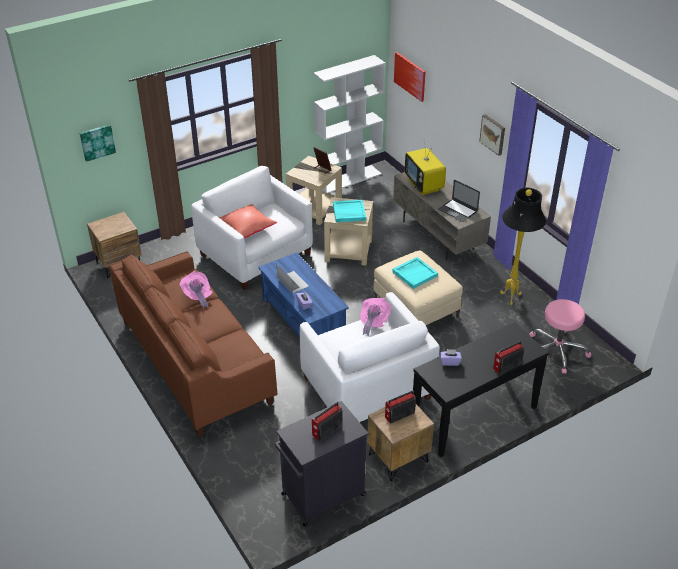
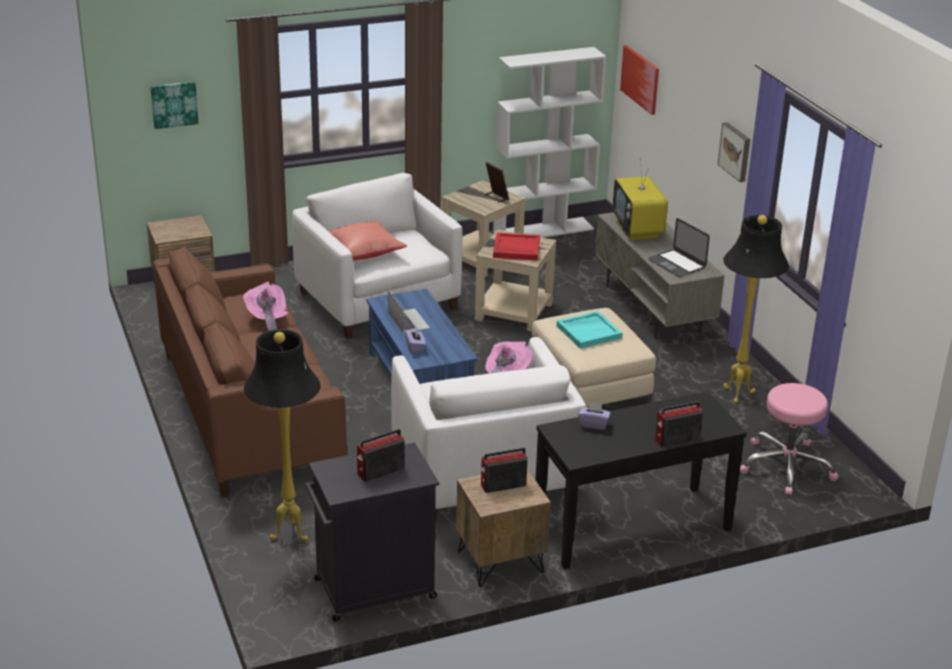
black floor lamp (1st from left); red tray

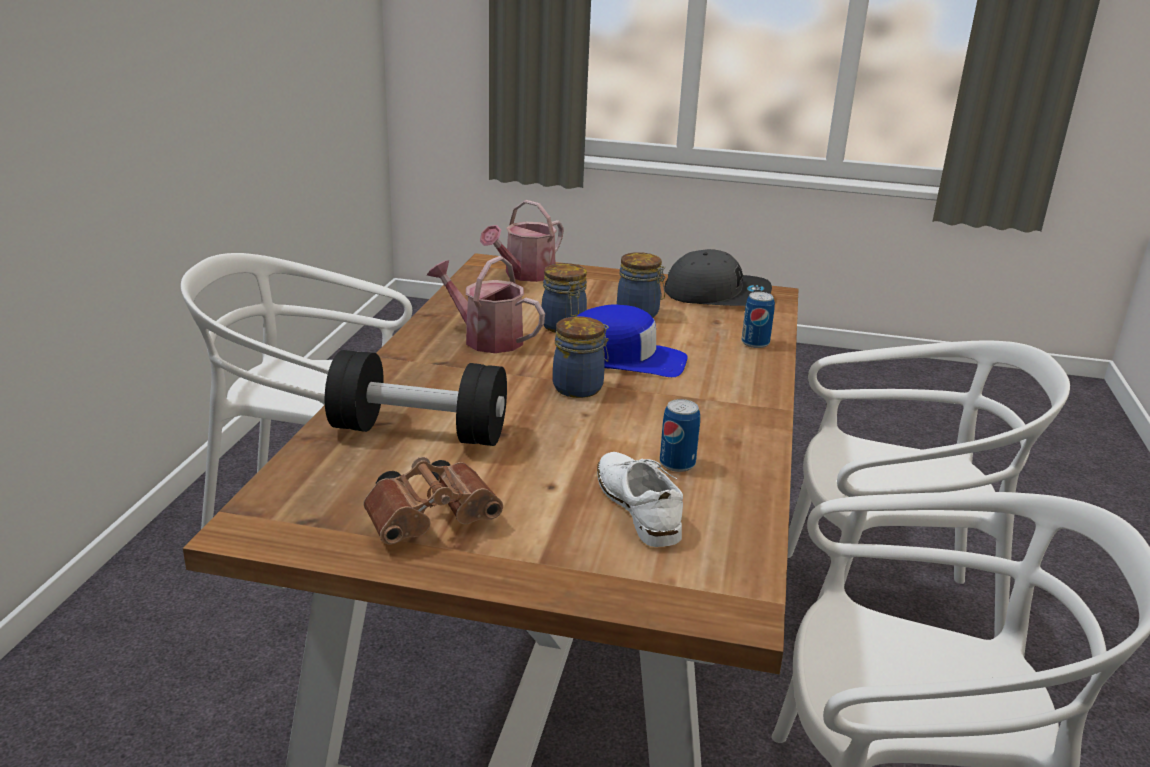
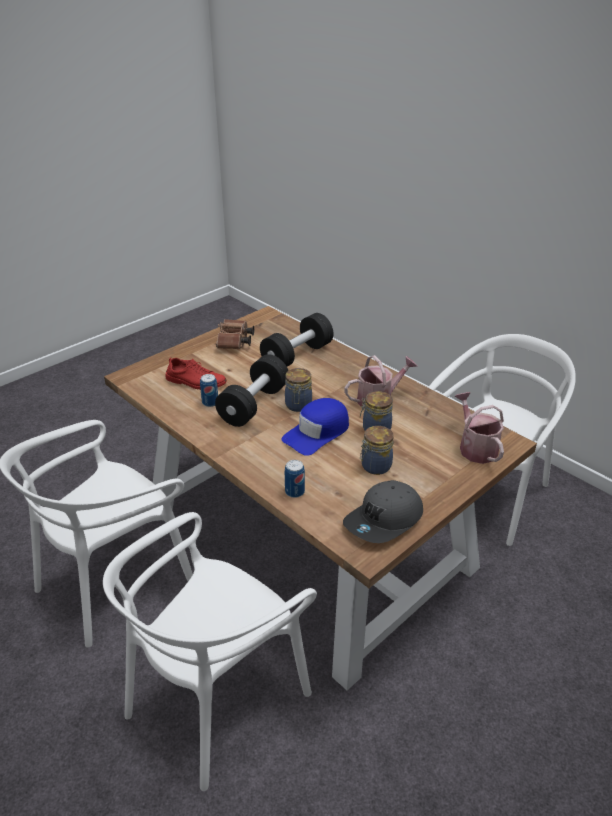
black dumbbell (1st from left); red shoe

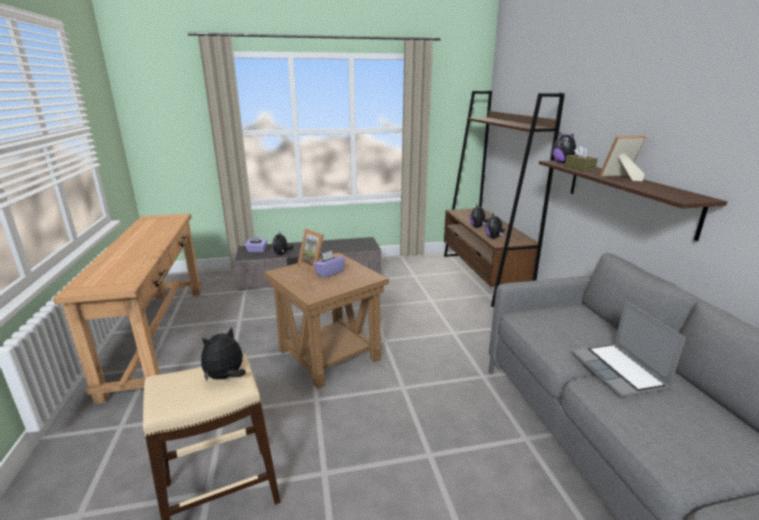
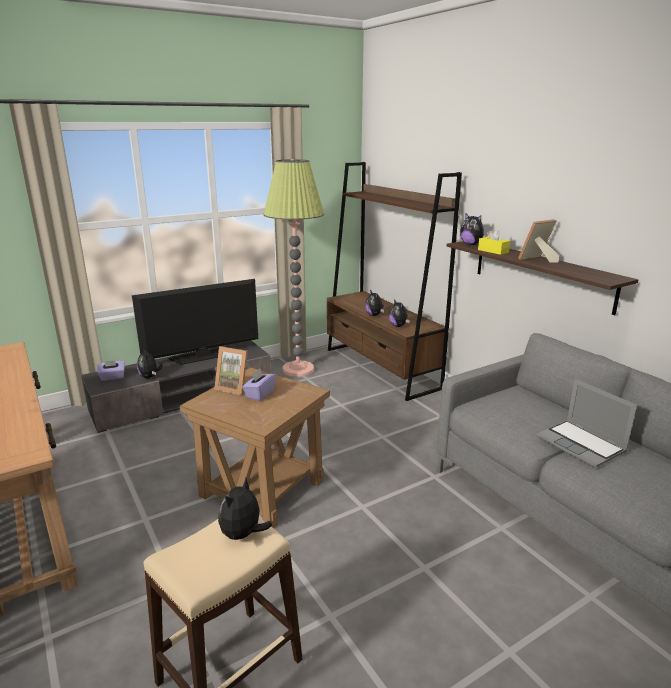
television; floor lamp; yellow tissue box

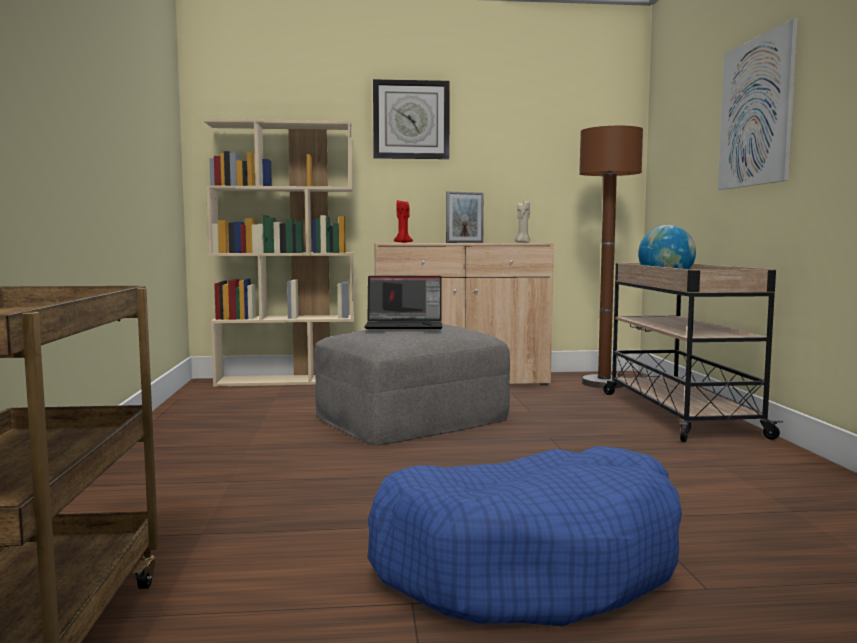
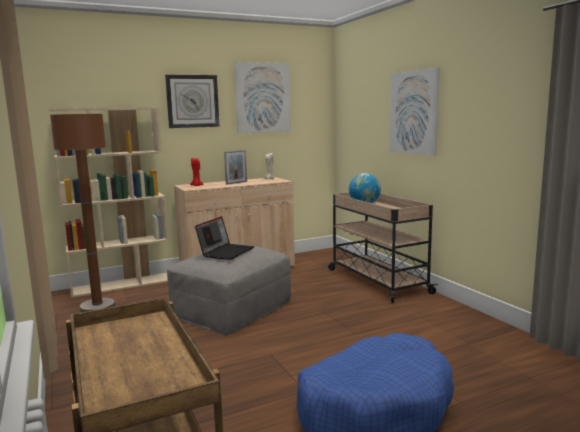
picture (1st from left); brown floor lamp; laptop

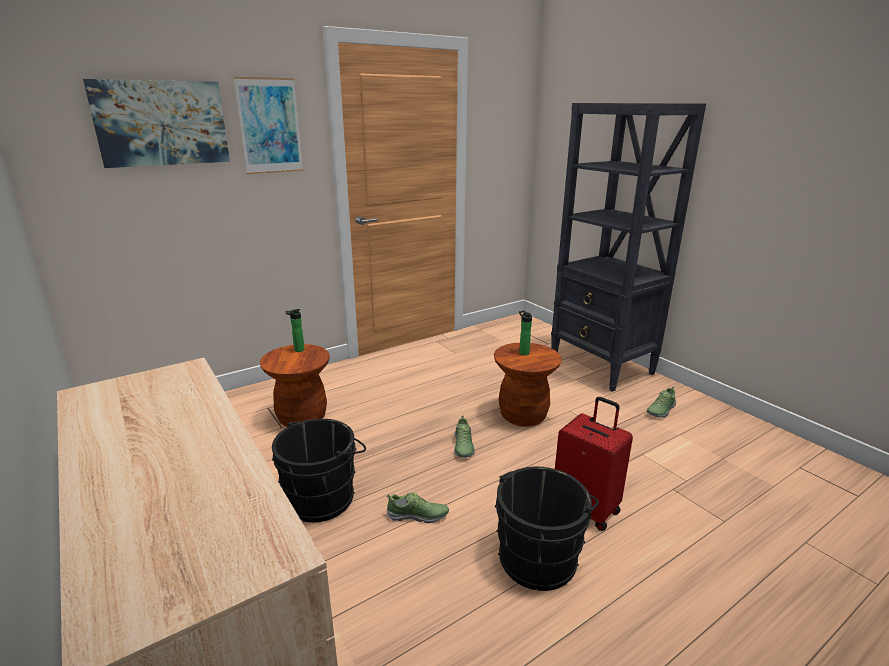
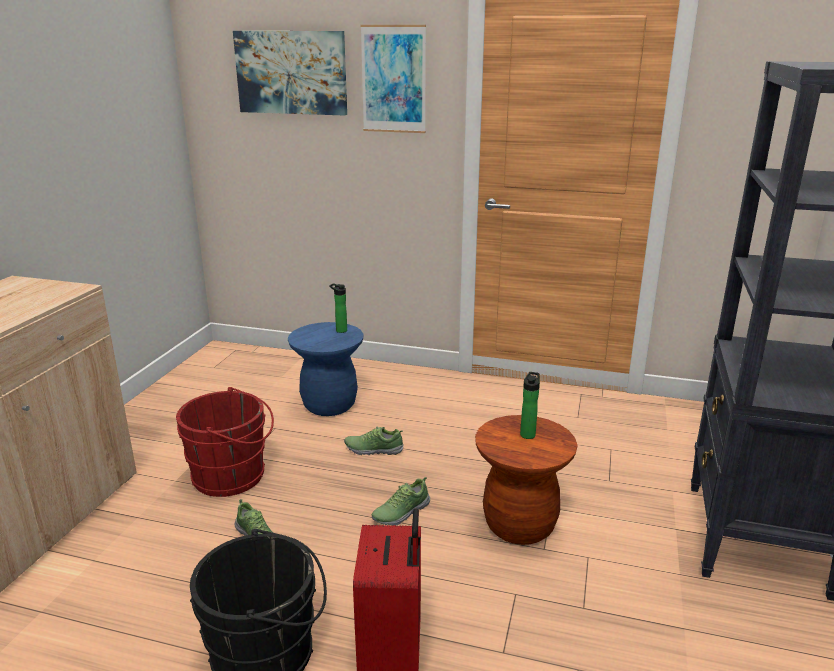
shoe (2nd from left); blue stool; red bucket

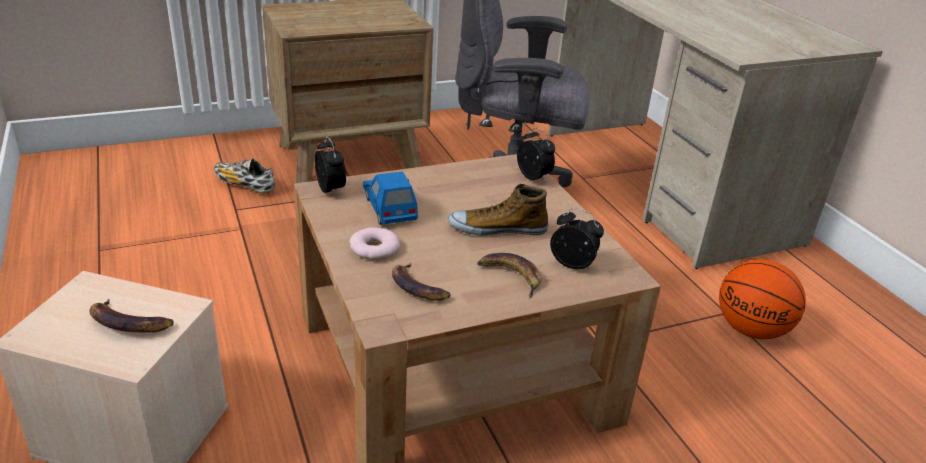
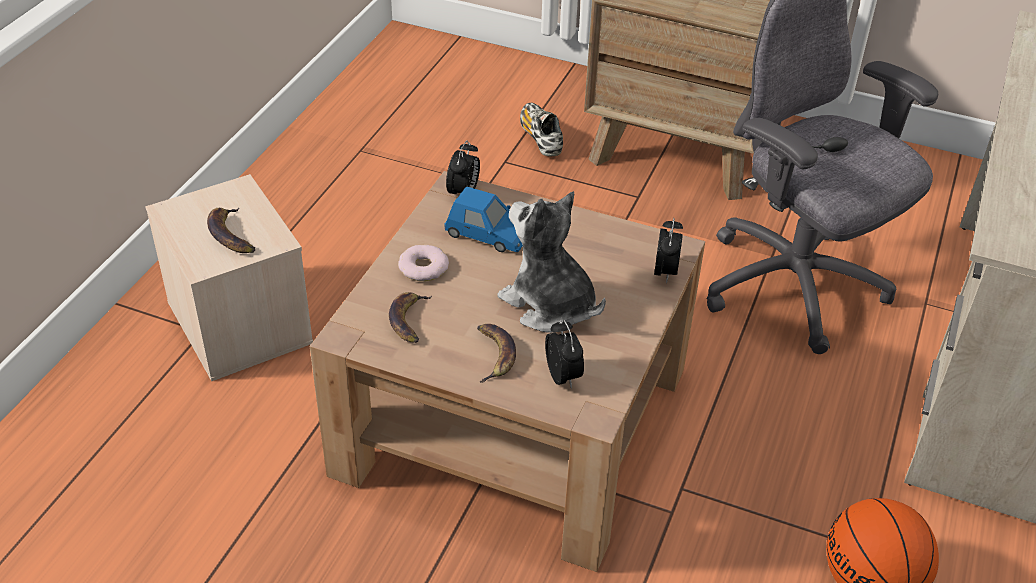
plush toy; blue toy car

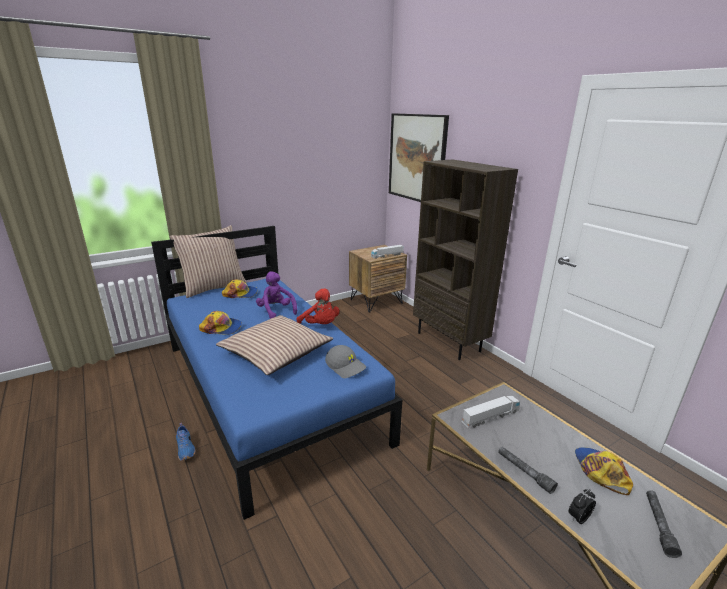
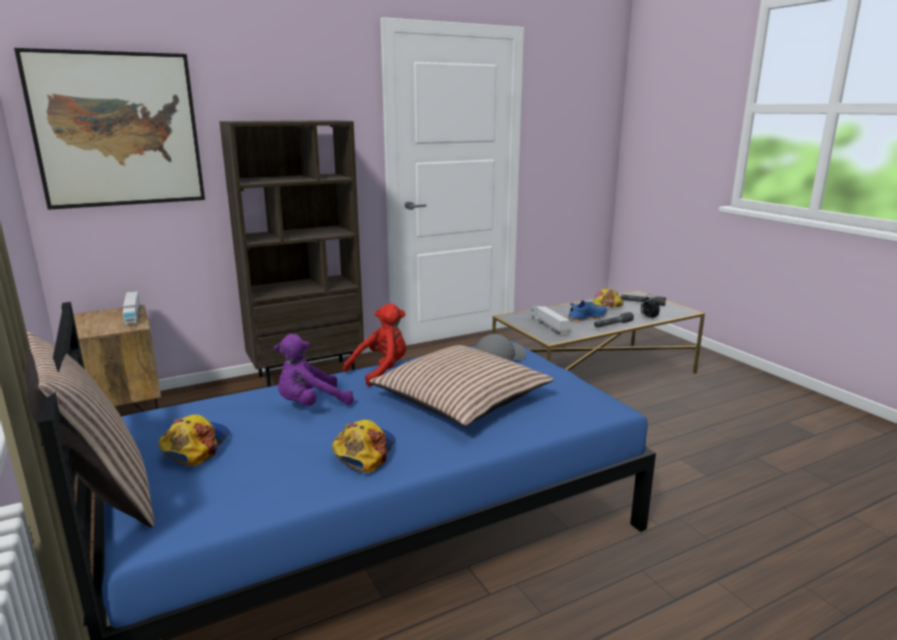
blue shoe

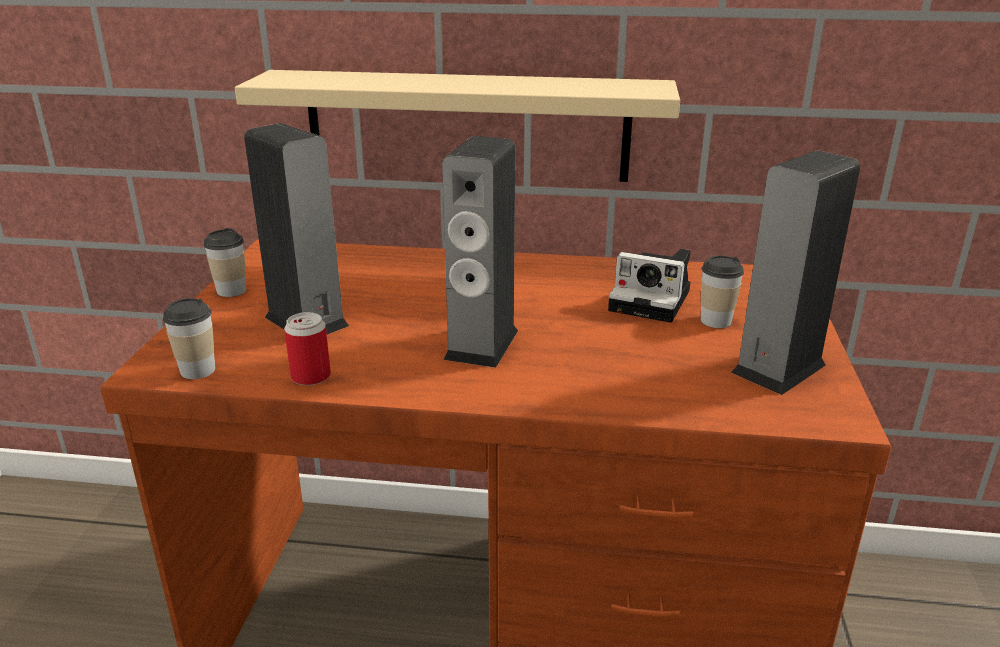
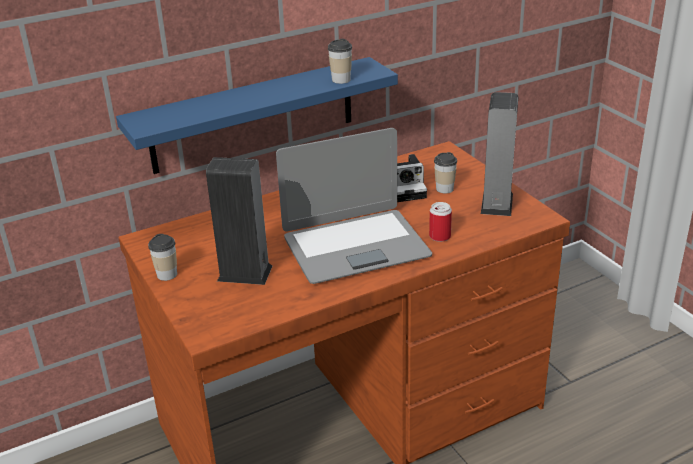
cup (2nd from left); can; laptop; blue shelf

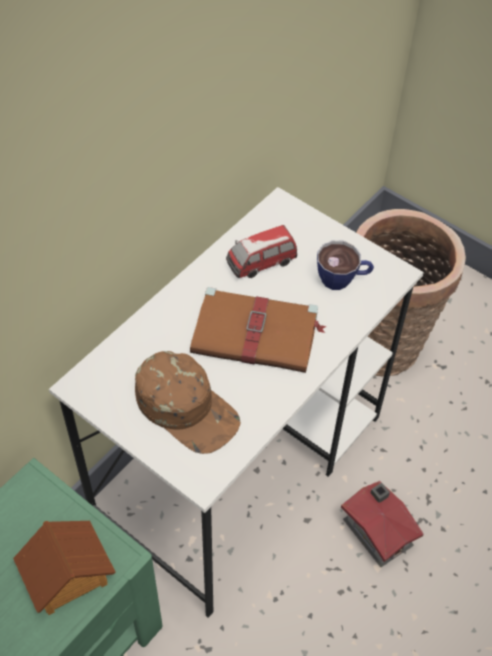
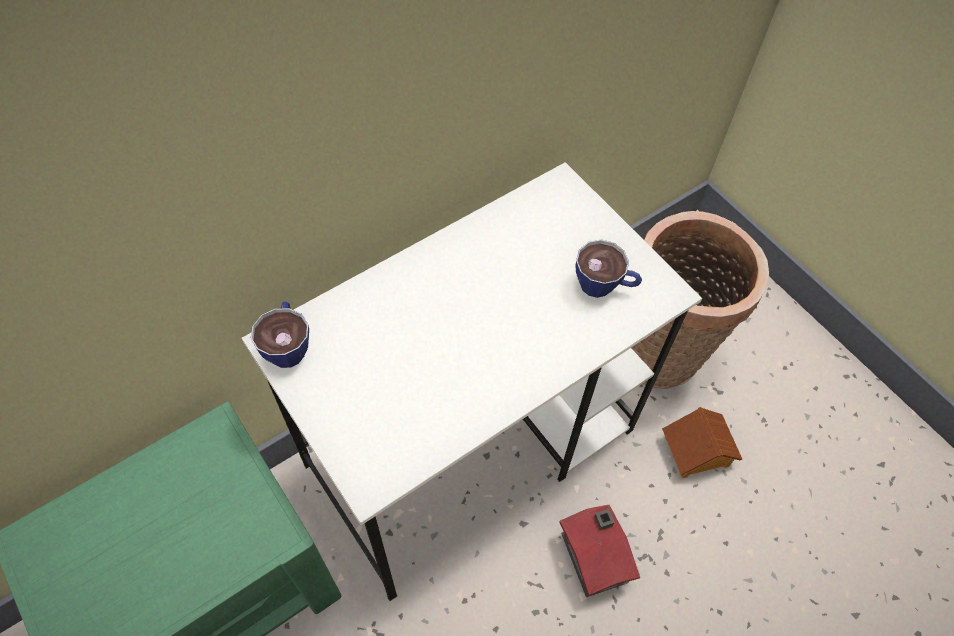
brown cap; brown book; toy car; cup (1st from left); toy house (2nd from left)

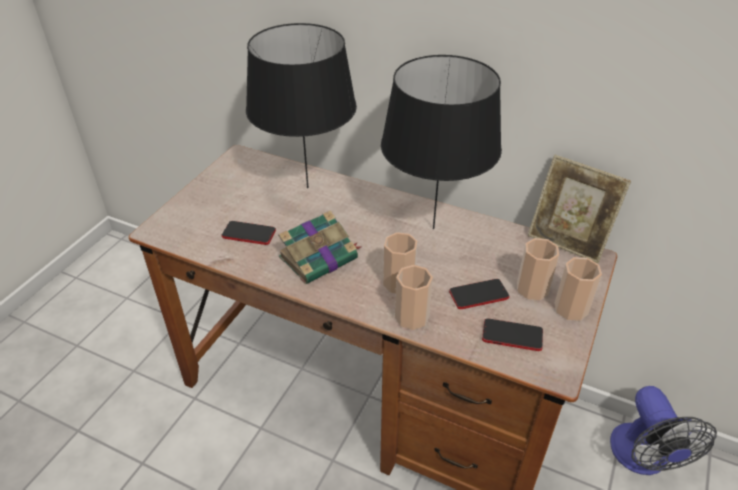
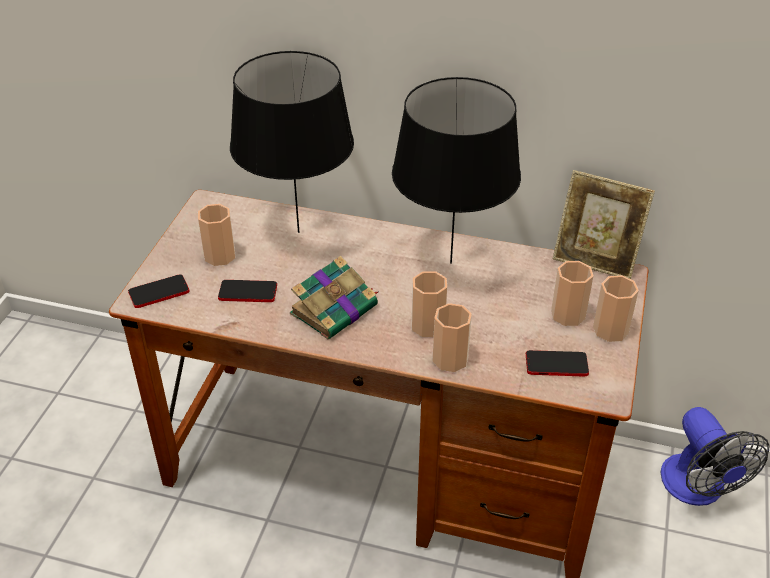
cup (1st from left); phone (1st from left)

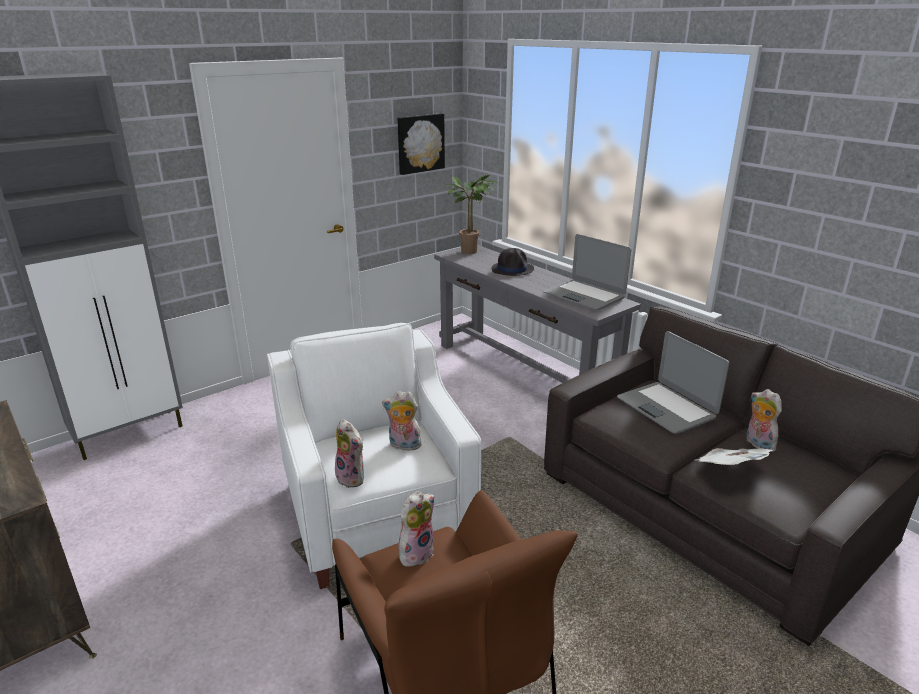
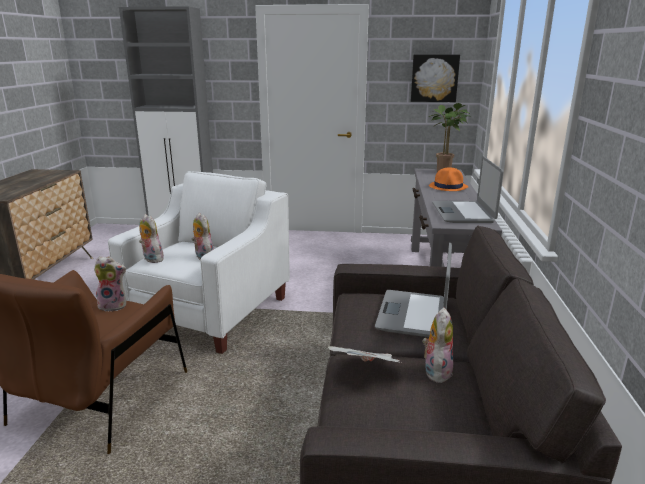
orange hat; plush toy (2nd from left)

